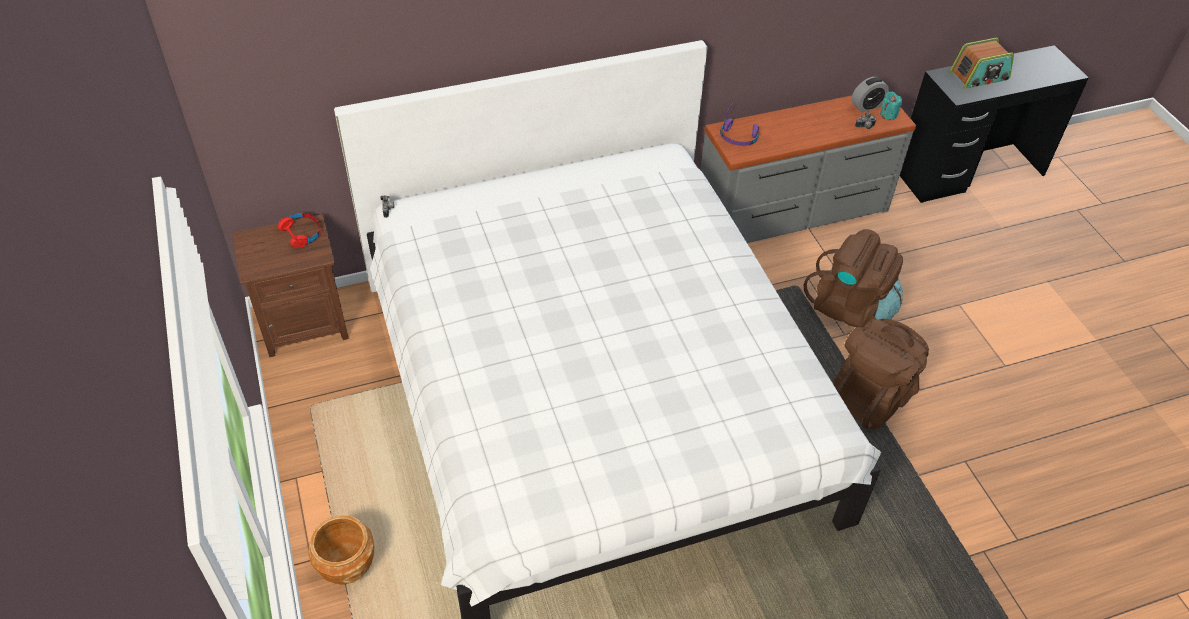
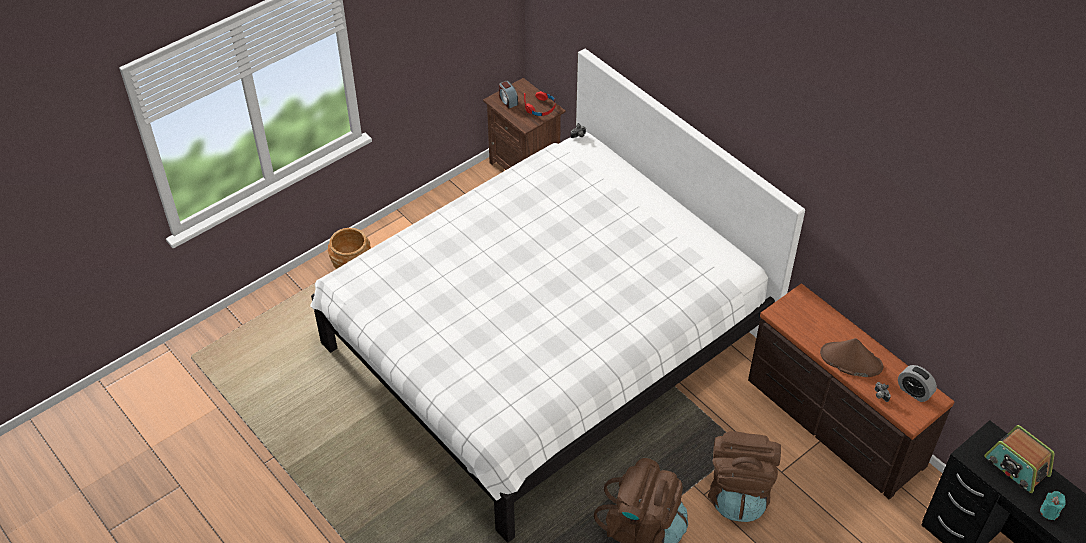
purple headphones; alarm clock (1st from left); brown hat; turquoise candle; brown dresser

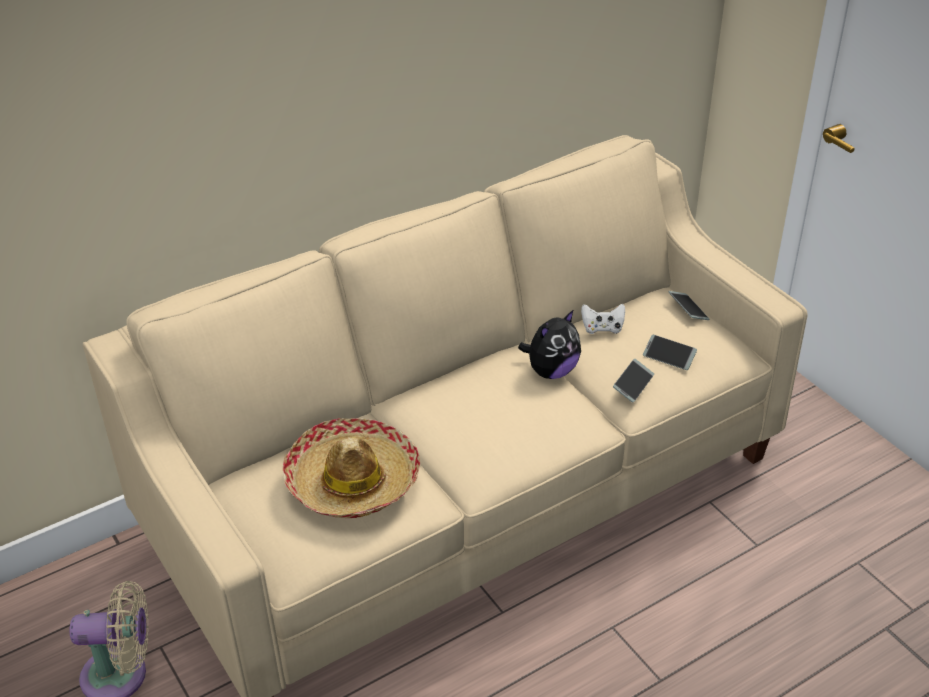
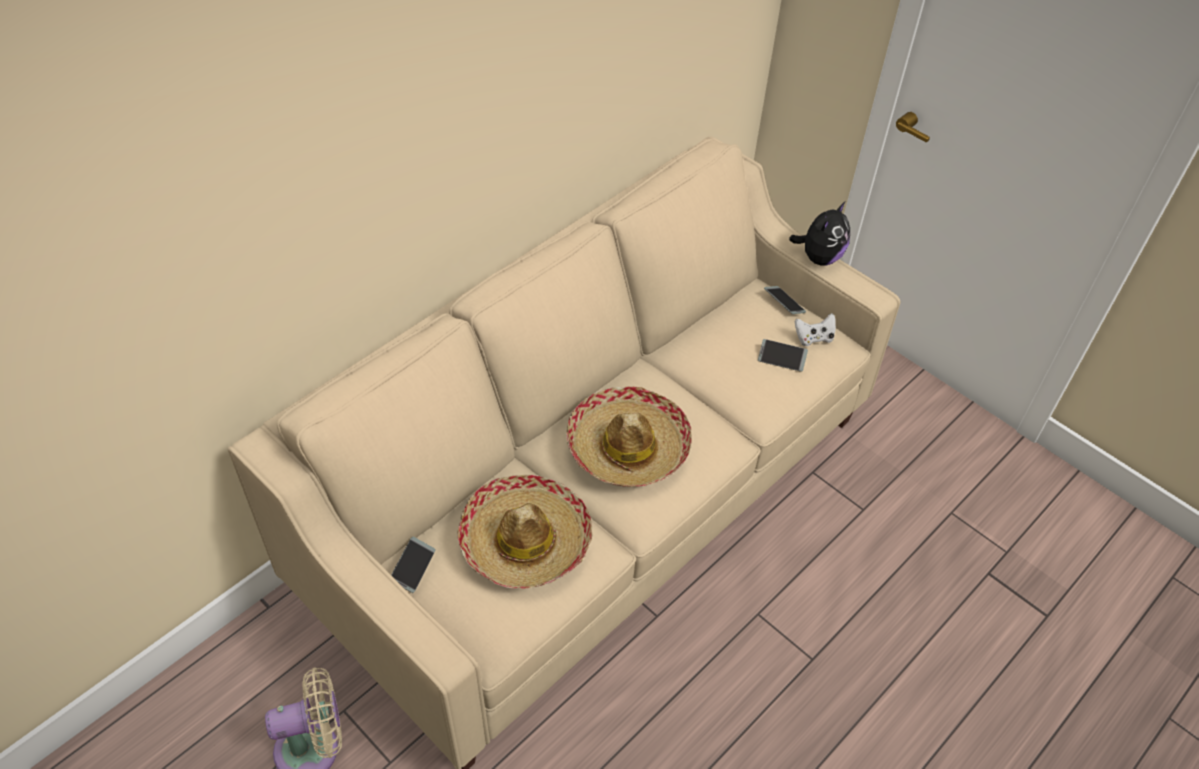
hat (2nd from left); plush toy; white game controller; phone (1st from left)

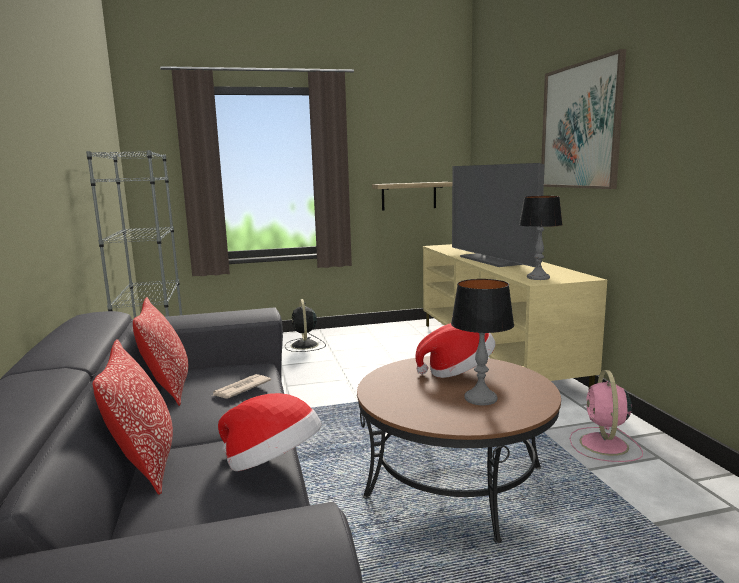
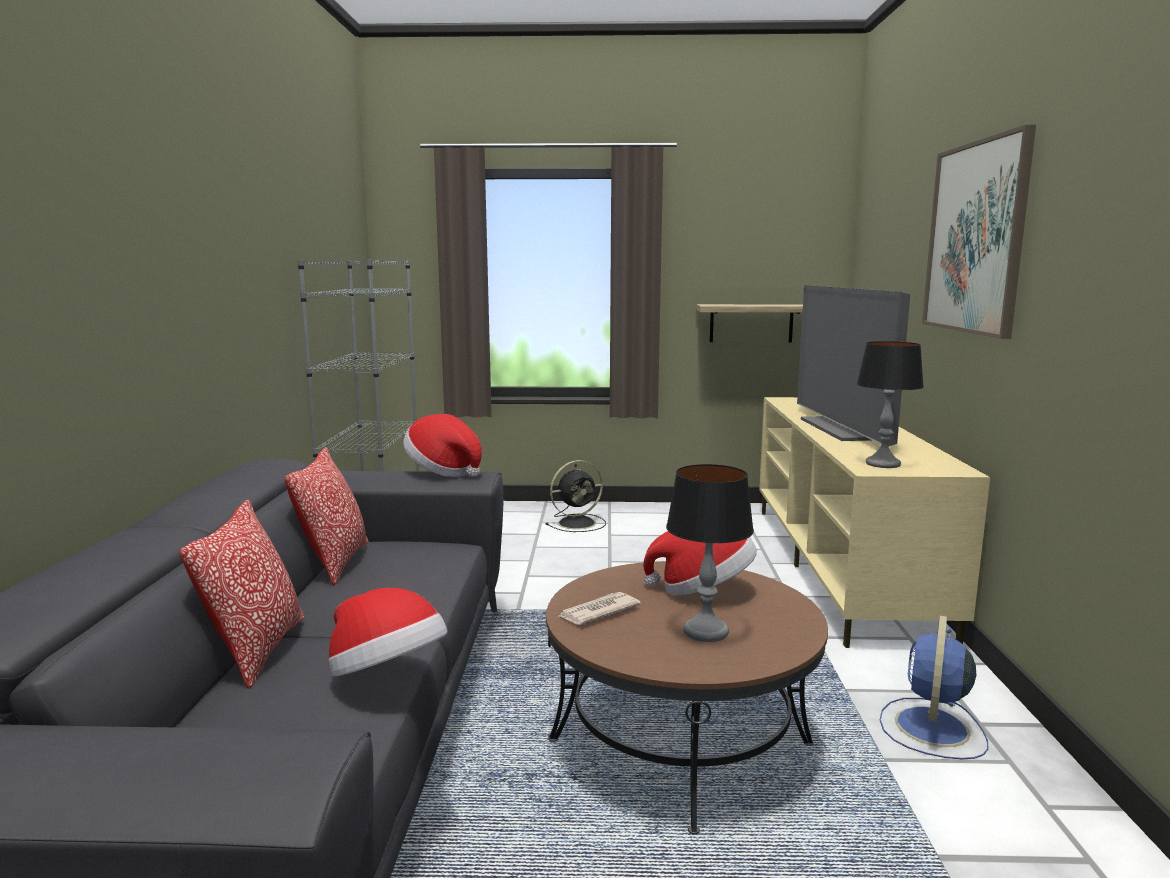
hat (2nd from left); newspaper; blue fan; black fan

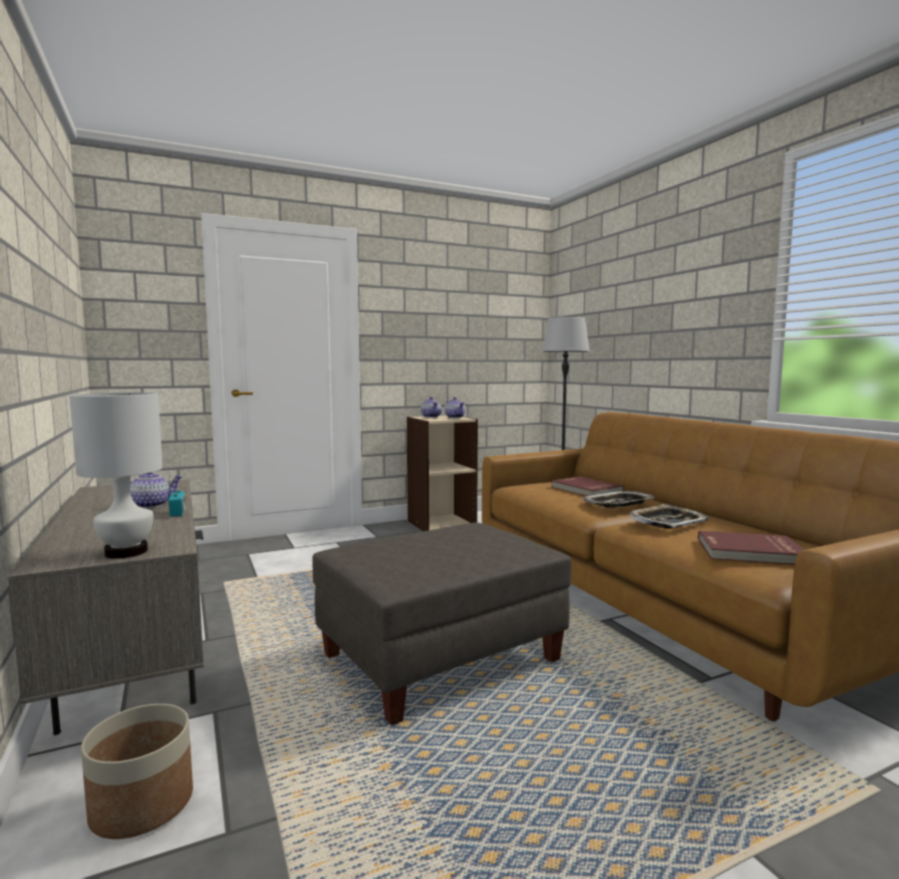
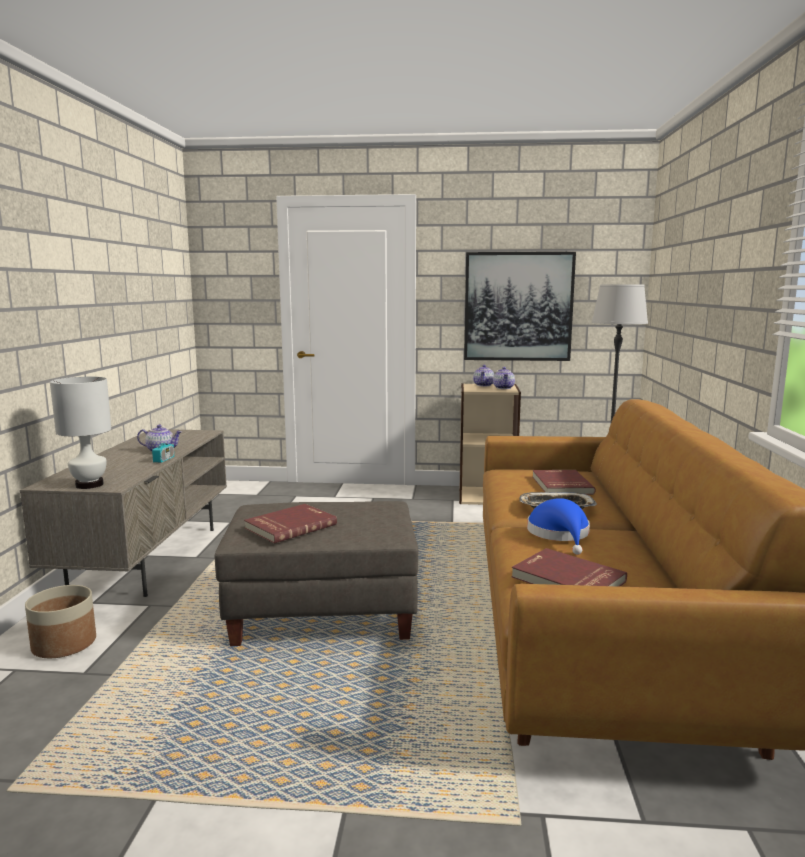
red book (1st from left); picture; blue hat

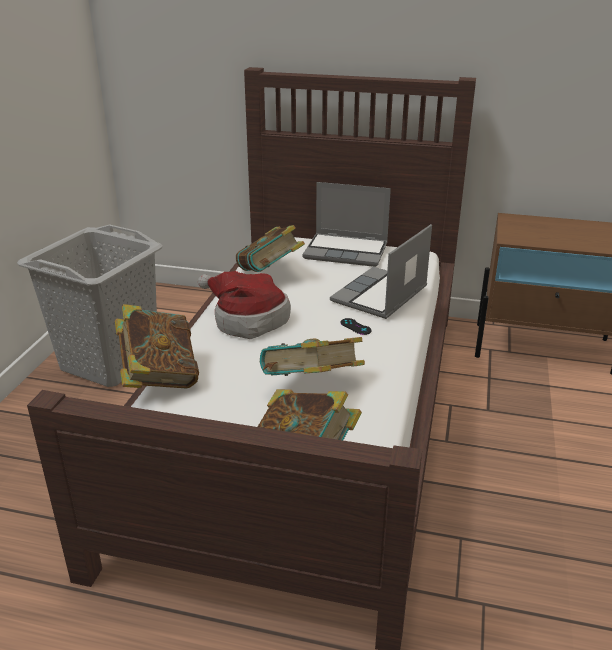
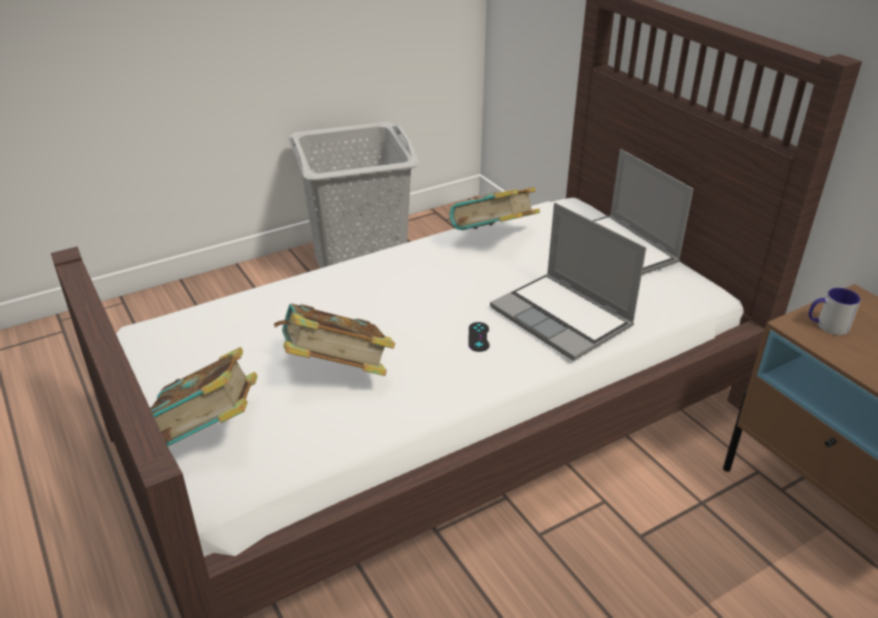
book (1st from left in the first image); hat; mug; laptop (1st from left)

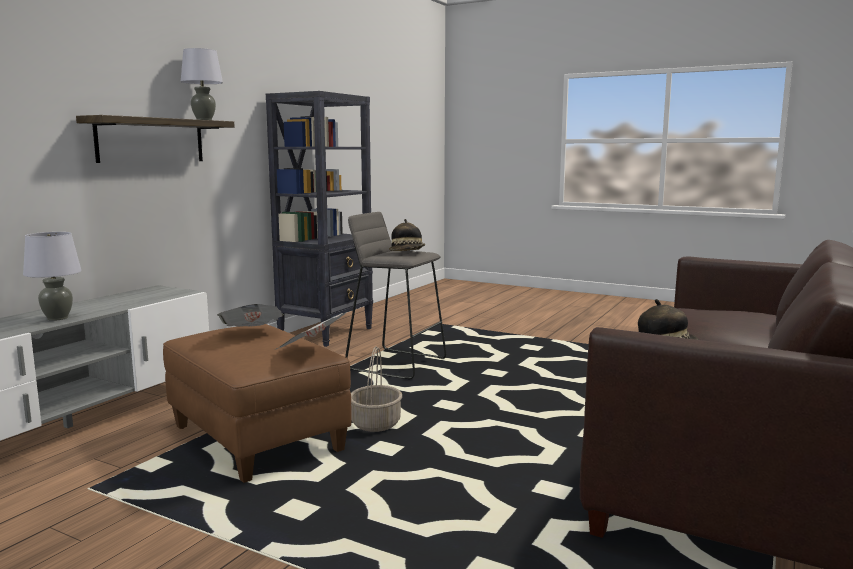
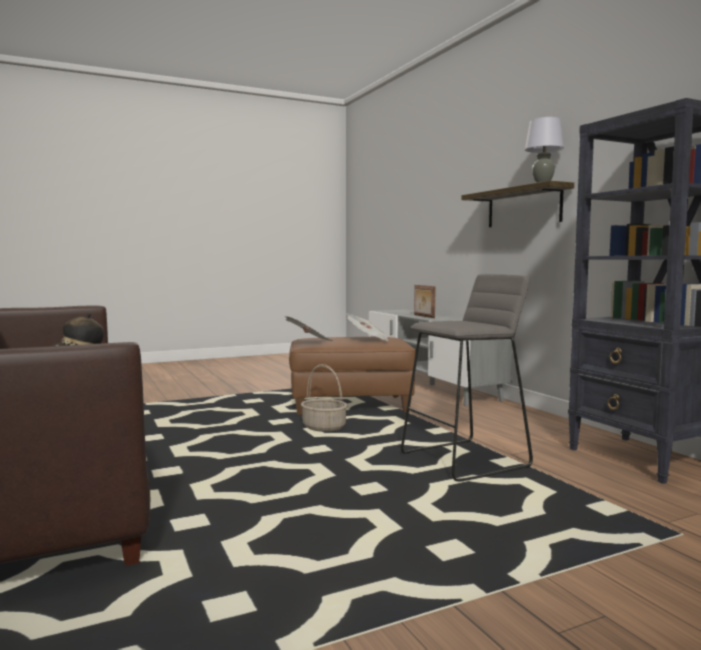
hat (1st from left in the first image); picture frame

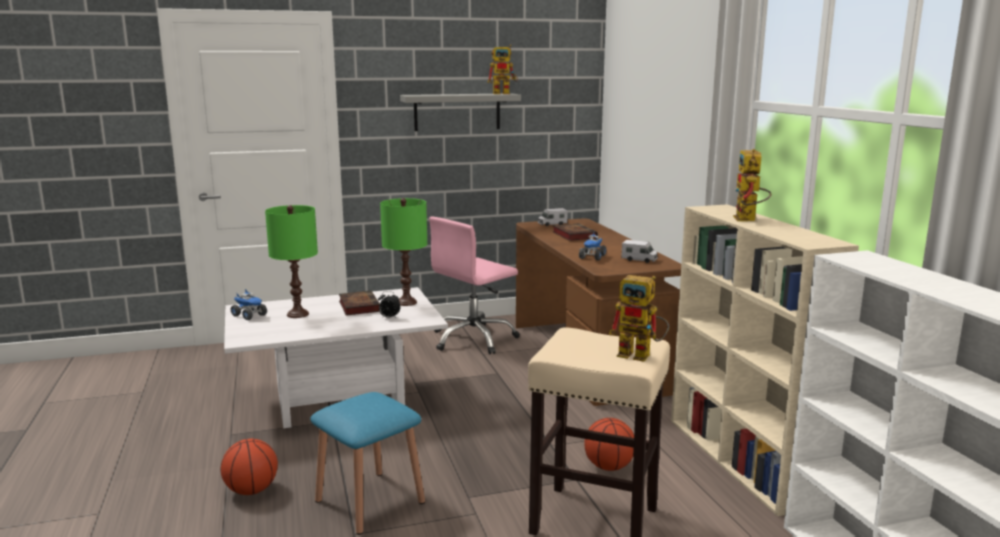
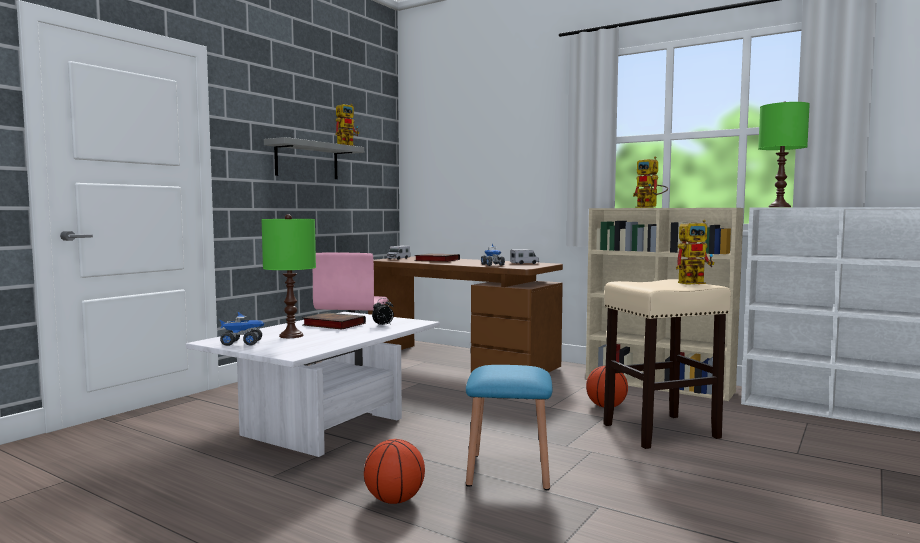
green table lamp (2nd from left)

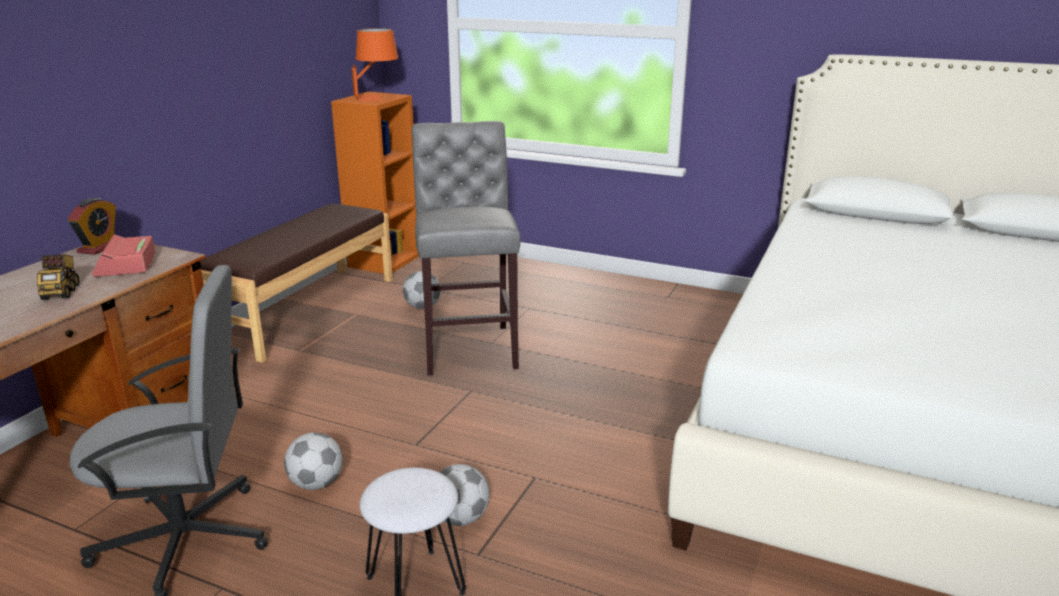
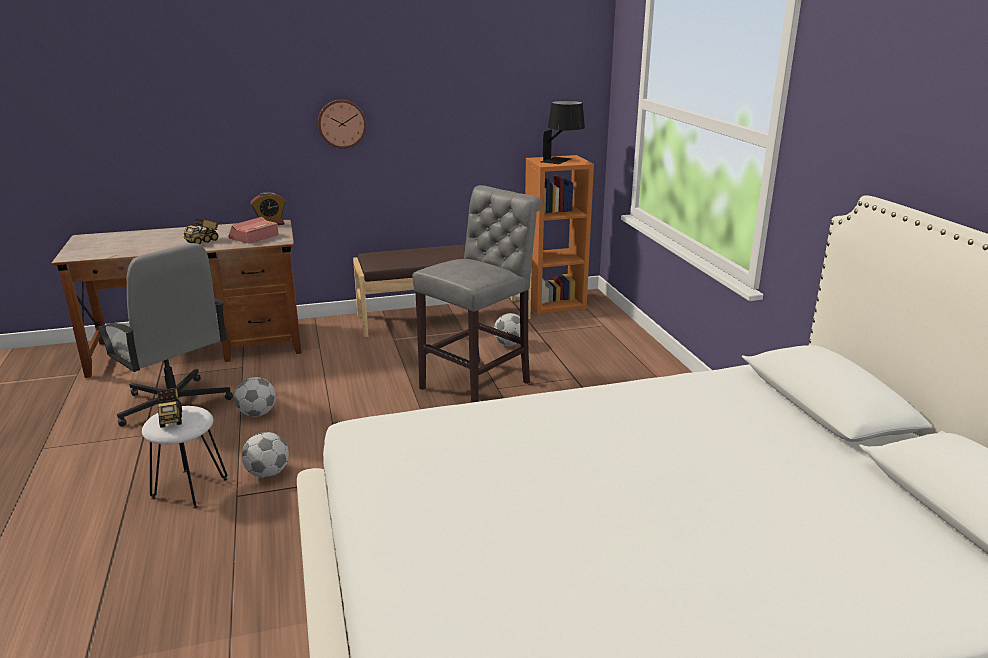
toy truck (1st from left); wall clock; black table lamp

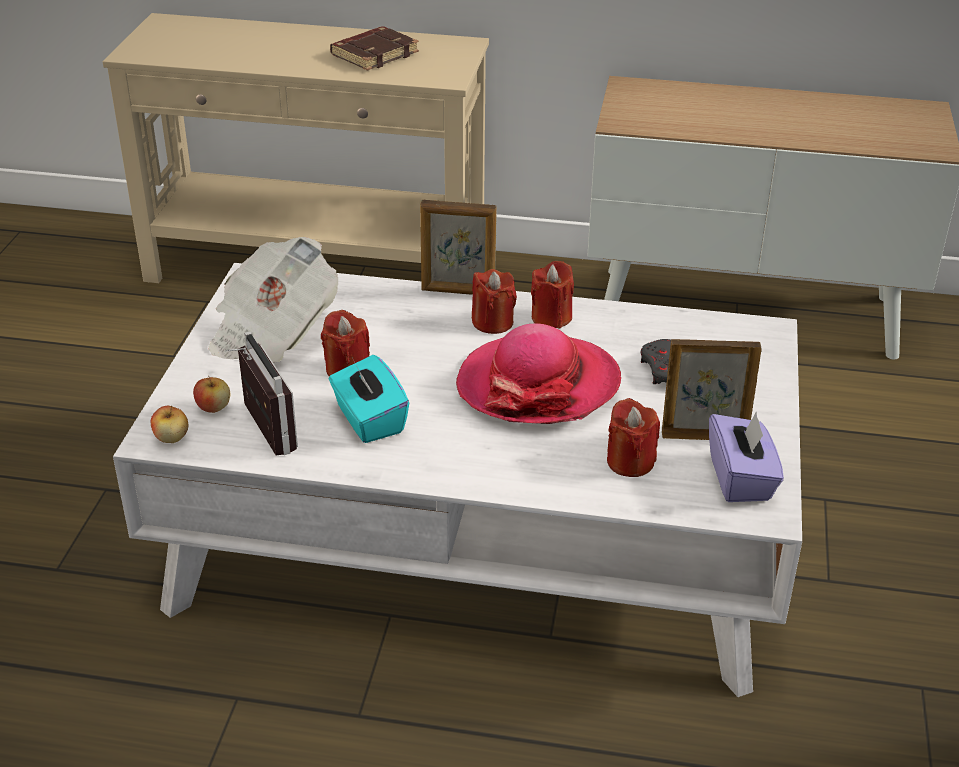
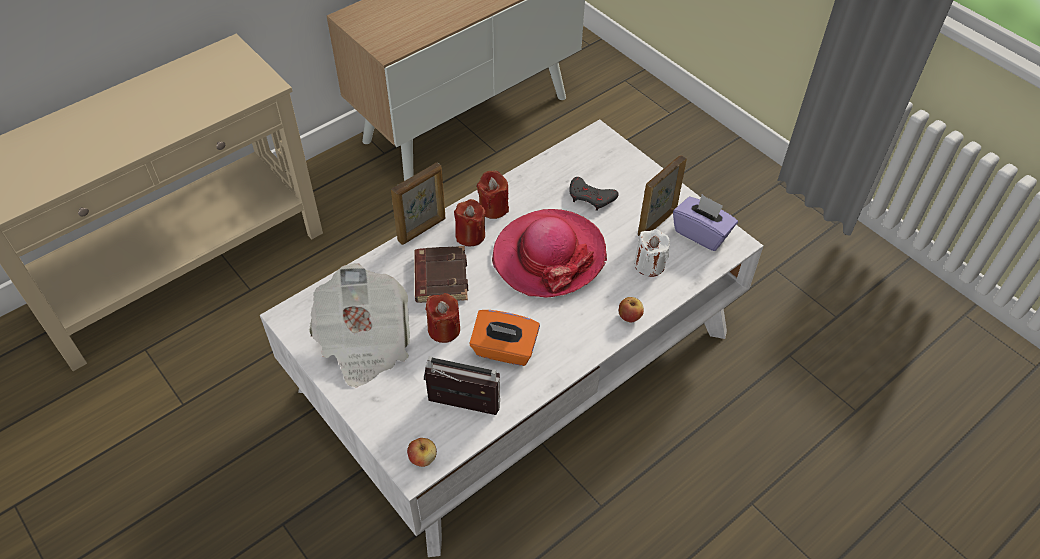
apple (2nd from left); brown book; orange tissue box; white candle

